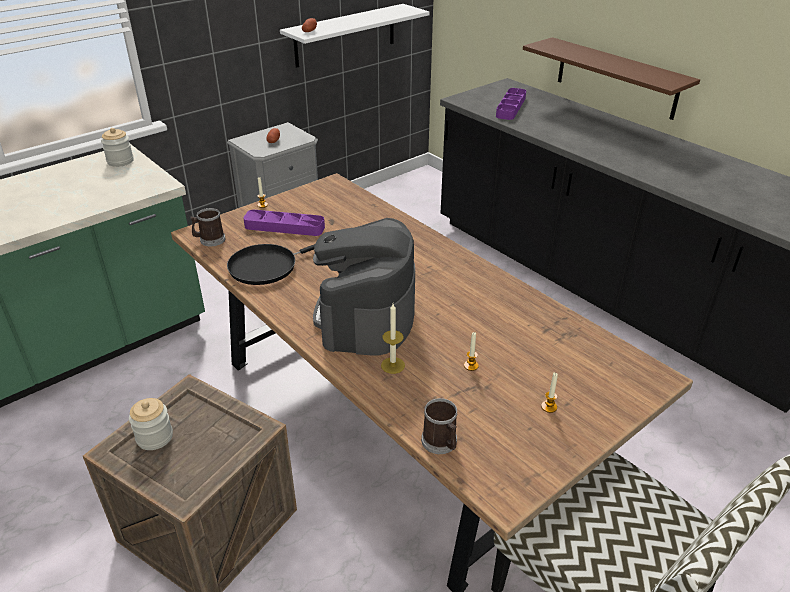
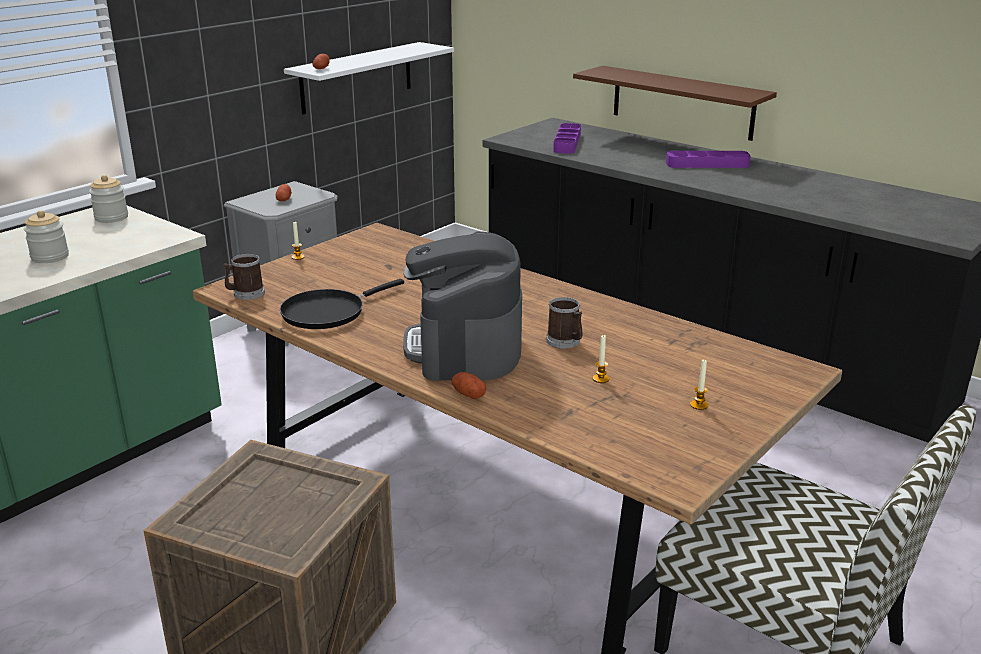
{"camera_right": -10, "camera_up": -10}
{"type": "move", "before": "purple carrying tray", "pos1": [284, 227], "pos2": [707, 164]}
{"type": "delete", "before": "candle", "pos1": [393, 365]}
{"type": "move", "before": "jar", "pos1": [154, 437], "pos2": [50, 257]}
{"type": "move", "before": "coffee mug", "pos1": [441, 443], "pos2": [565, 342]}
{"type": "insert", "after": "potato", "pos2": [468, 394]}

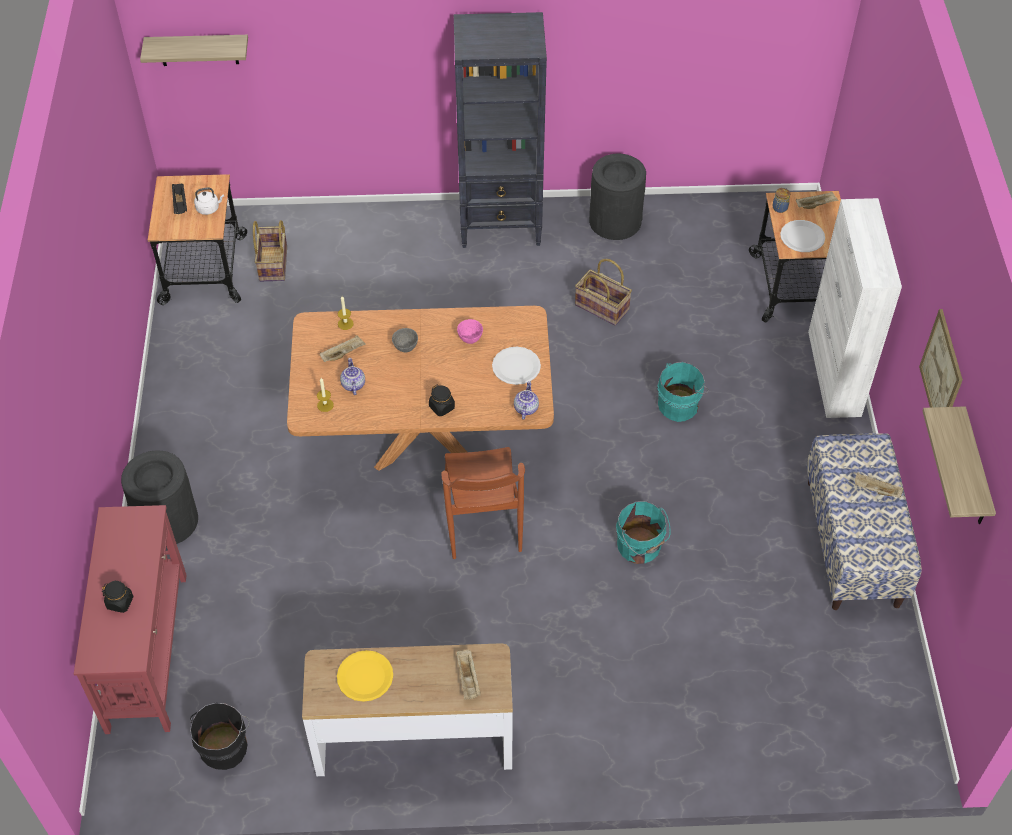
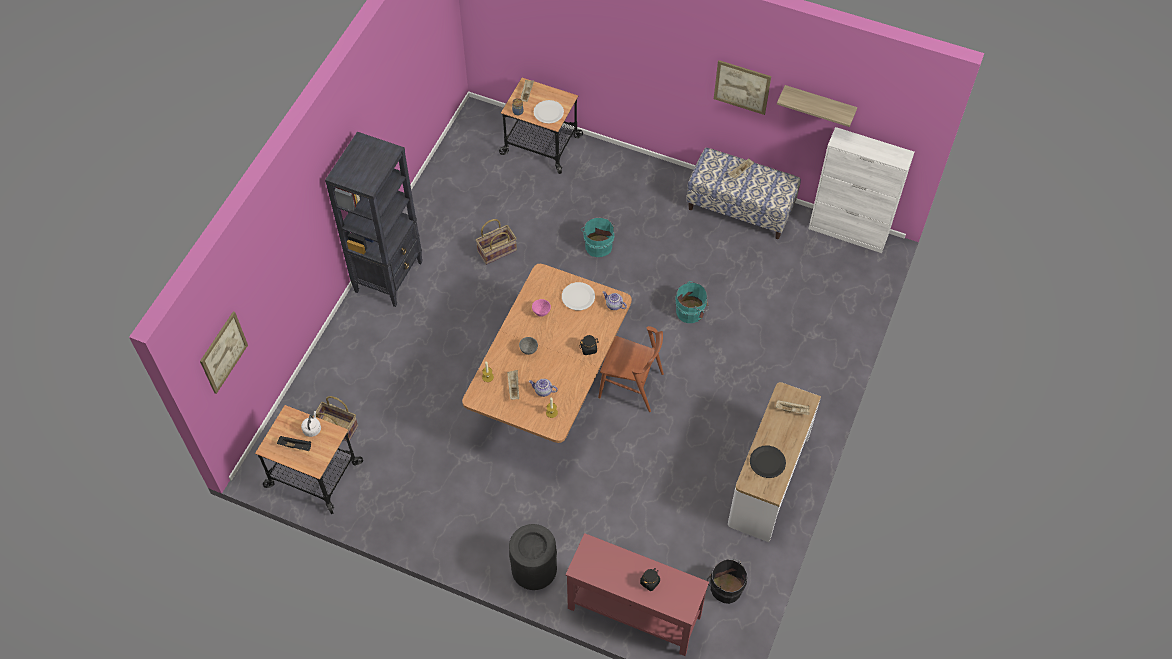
{"camera_right": -65, "camera_up": 5}
{"type": "replace", "before": "wall shelf", "after": "wall picture", "pos1": [198, 50], "pos2": [223, 352]}
{"type": "delete", "before": "black-coloured waste bin", "pos1": [615, 221]}
{"type": "move", "before": "white cabinet", "pos1": [834, 374], "pos2": [848, 232]}
{"type": "recolor", "before": "yellowish flat dish", "after": "black-coloured flat dish", "pos1": [365, 676], "pos2": [767, 462]}

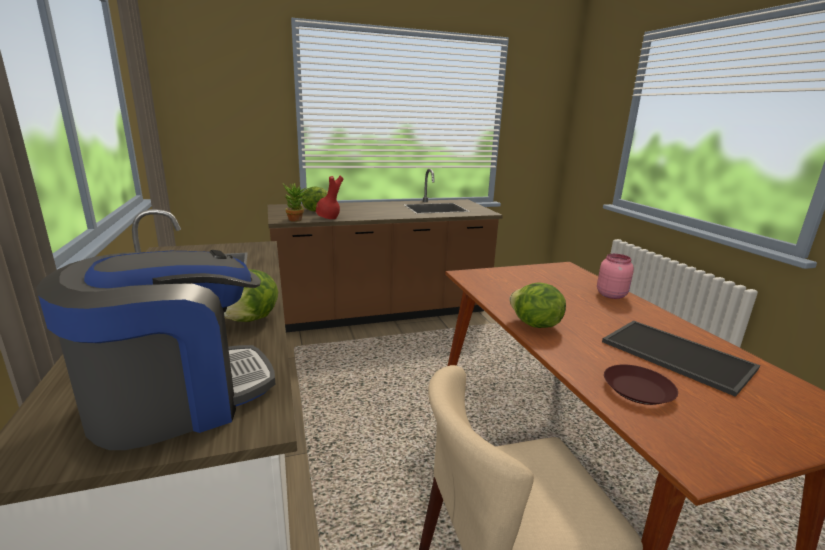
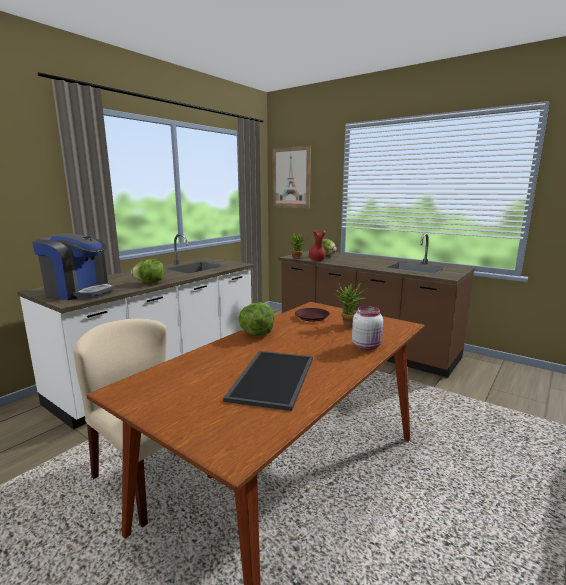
{"camera_right": 55, "camera_up": -5}
{"type": "recolor", "before": "pink jar", "after": "white jar", "pos1": [611, 295], "pos2": [367, 346]}
{"type": "move", "before": "brown-coloured flat dish", "pos1": [637, 390], "pos2": [311, 317]}
{"type": "insert", "after": "wall picture", "pos2": [291, 177]}
{"type": "insert", "after": "houseplant", "pos2": [348, 325]}

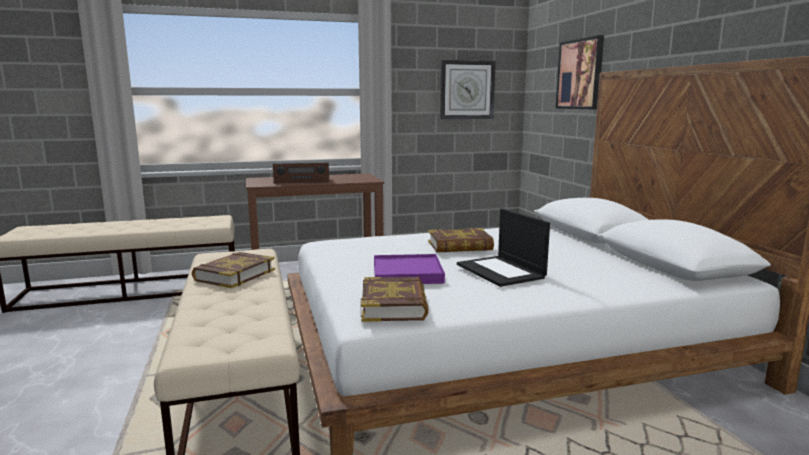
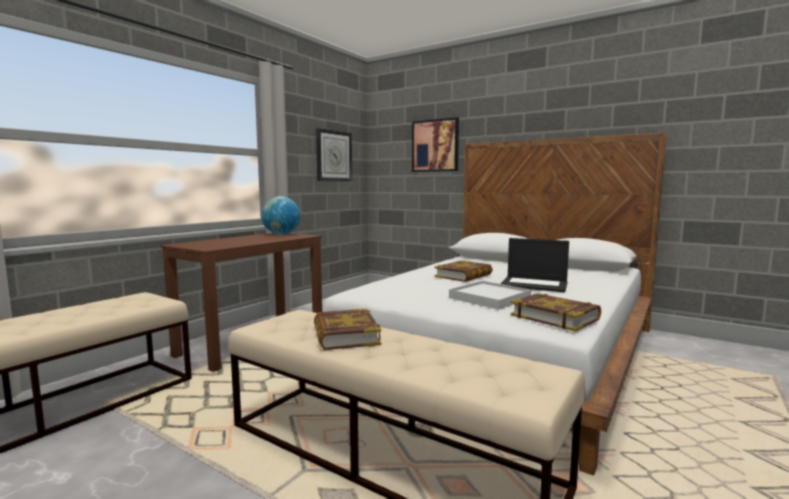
{"camera_right": -40, "camera_up": -5}
{"type": "delete", "before": "radio", "pos1": [302, 180]}
{"type": "recolor", "before": "purple carrying tray", "after": "white carrying tray", "pos1": [407, 273], "pos2": [489, 298]}
{"type": "insert", "after": "globe", "pos2": [281, 234]}

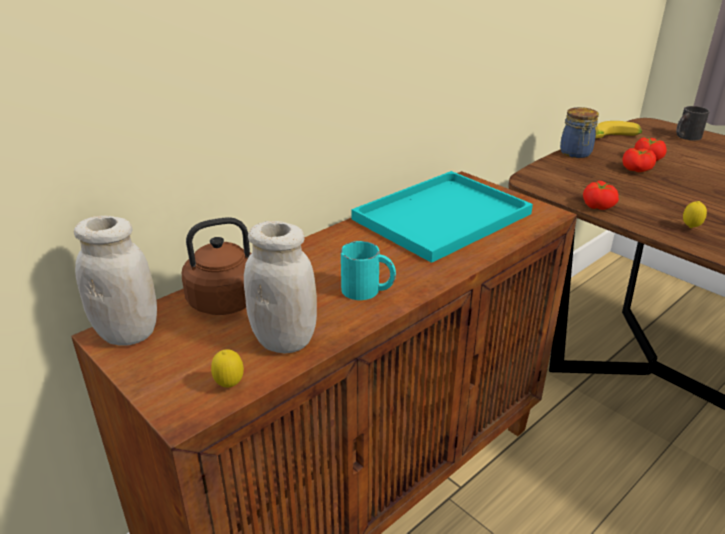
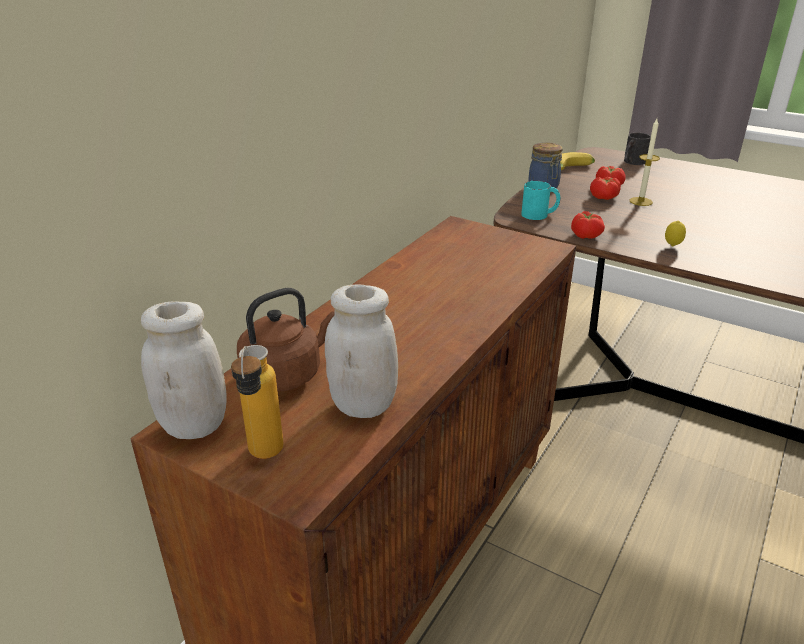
{"camera_right": -15, "camera_up": 0}
{"type": "delete", "before": "turquoise-coloured carrying tray", "pos1": [443, 215]}
{"type": "move", "before": "turquoise-coloured coffee mug", "pos1": [368, 290], "pos2": [540, 214]}
{"type": "delete", "before": "lemon", "pos1": [229, 386]}
{"type": "insert", "after": "candle", "pos2": [641, 201]}
{"type": "insert", "after": "bottle", "pos2": [264, 458]}

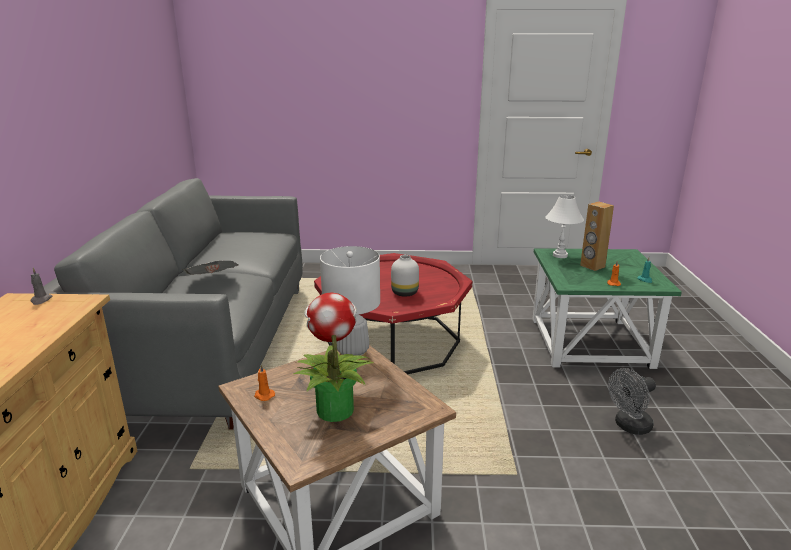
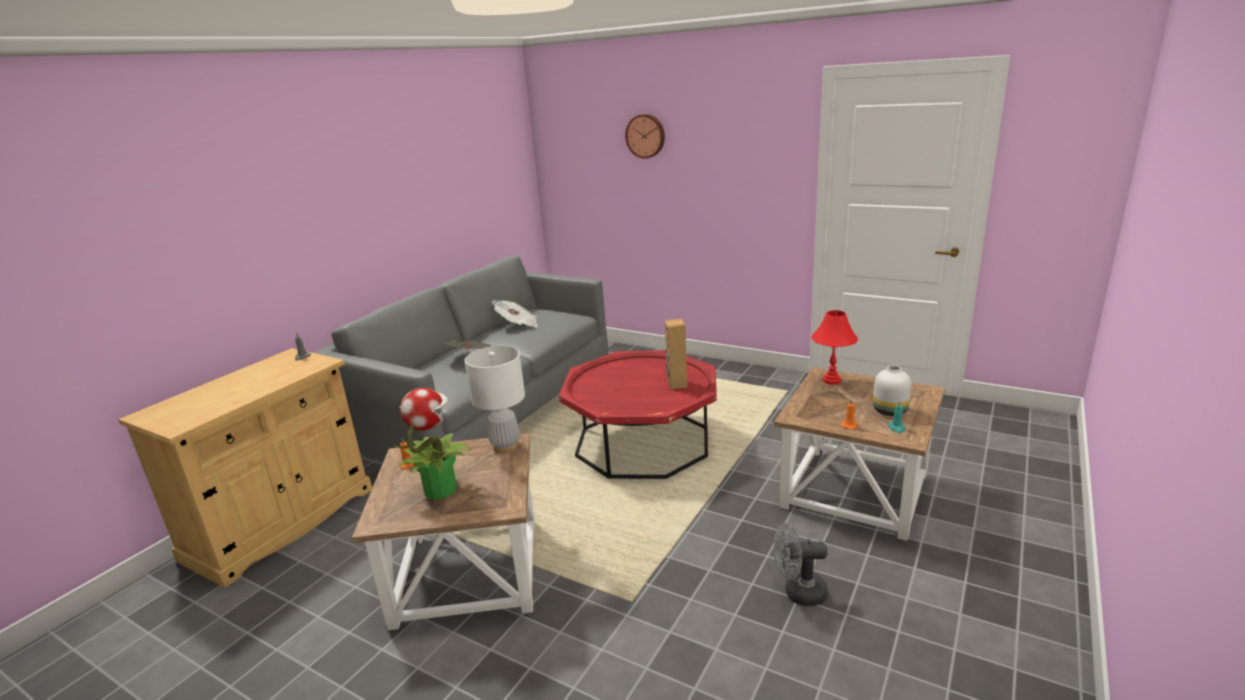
{"camera_right": 30, "camera_up": 0}
{"type": "recolor", "before": "white lamp for a table", "after": "reddish lamp for a table", "pos1": [559, 255], "pos2": [831, 380]}
{"type": "move", "before": "brown-coloured audio speaker", "pos1": [592, 266], "pos2": [676, 384]}
{"type": "recolor", "before": "green-coloured end table", "after": "brown-coloured end table", "pos1": [591, 342], "pos2": [857, 490]}
{"type": "move", "before": "white vase", "pos1": [404, 292], "pos2": [890, 410]}
{"type": "insert", "after": "hanging clock", "pos2": [646, 136]}
{"type": "insert", "after": "printed paper", "pos2": [518, 325]}

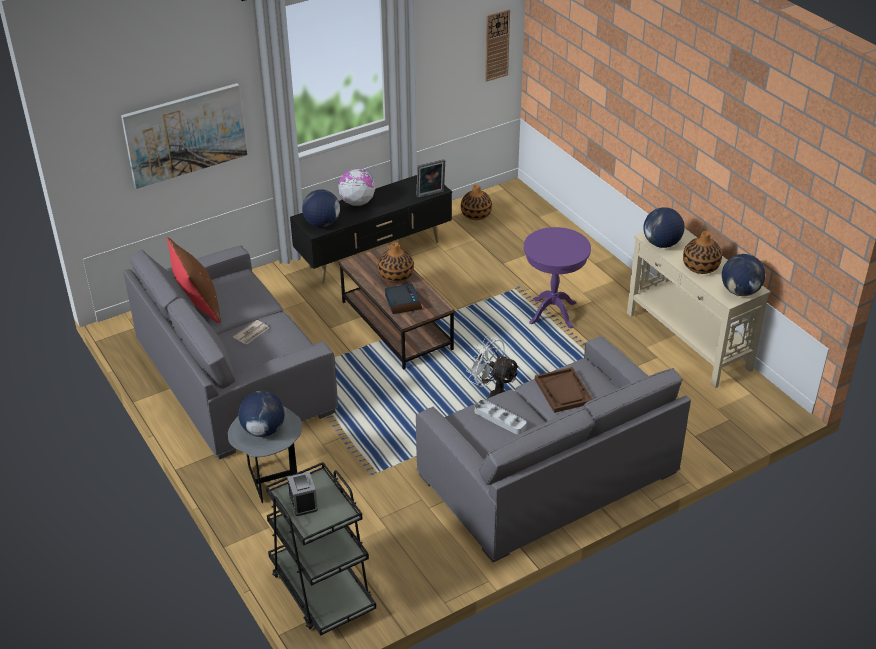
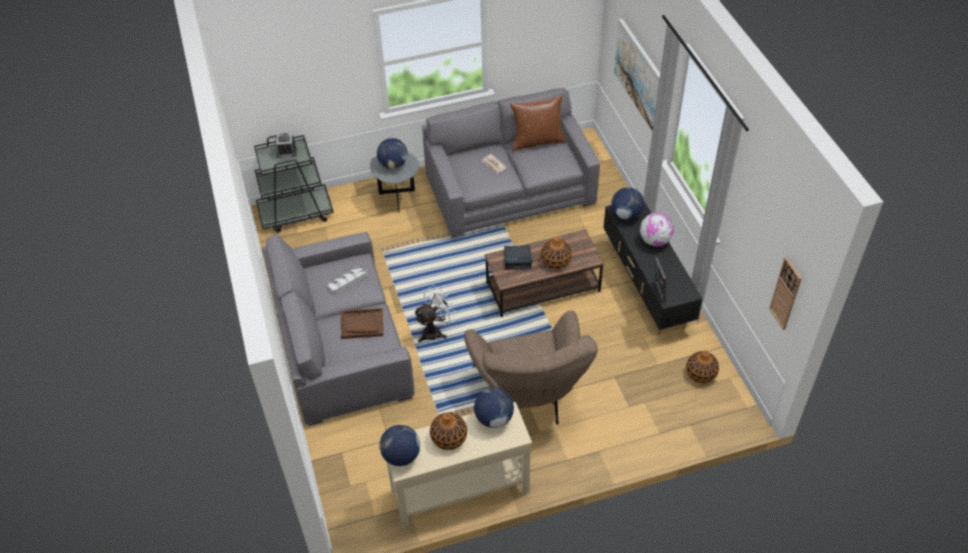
{"camera_right": 105, "camera_up": 10}
{"type": "replace", "before": "purple end table", "after": "brown-coloured easy chair", "pos1": [553, 313], "pos2": [530, 396]}

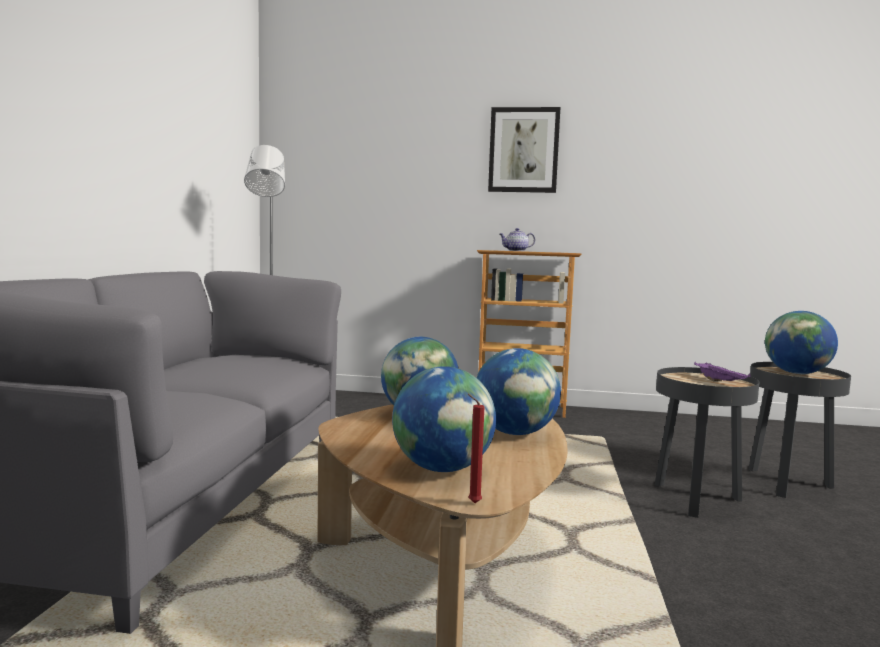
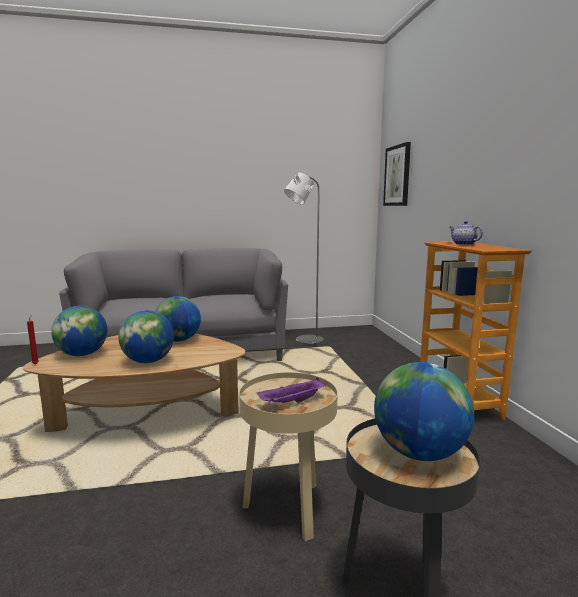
{"camera_right": 70, "camera_up": 5}
{"type": "move", "before": "wall picture", "pos1": [523, 150], "pos2": [397, 176]}
{"type": "recolor", "before": "black-coloured end table", "after": "beige-coloured end table", "pos1": [696, 499], "pos2": [288, 508]}

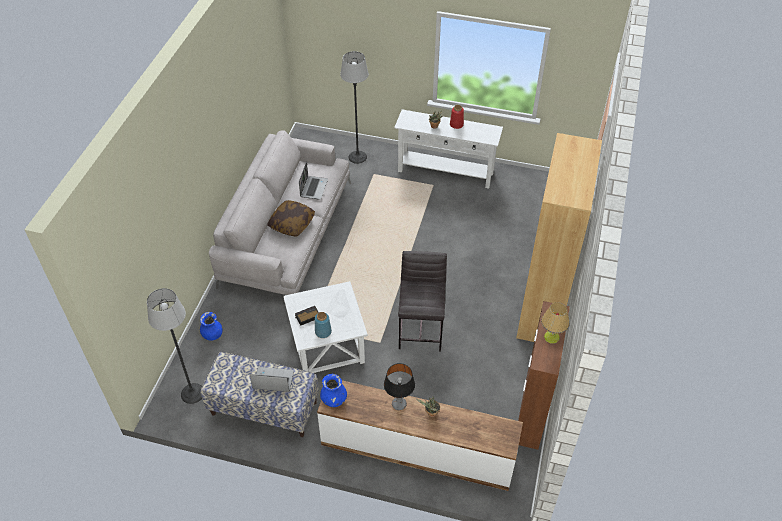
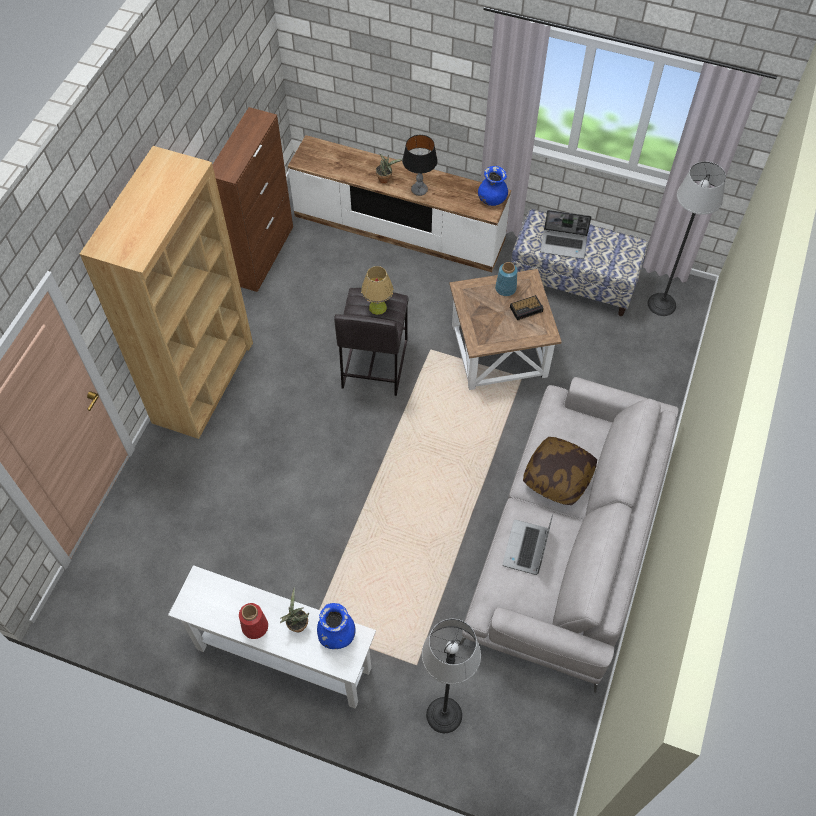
{"camera_right": -175, "camera_up": 10}
{"type": "recolor", "before": "white end table", "after": "brown-coloured end table", "pos1": [326, 346], "pos2": [500, 349]}
{"type": "move", "before": "lamp for a table", "pos1": [551, 337], "pos2": [378, 307]}
{"type": "move", "before": "blue vase", "pos1": [212, 335], "pos2": [337, 634]}

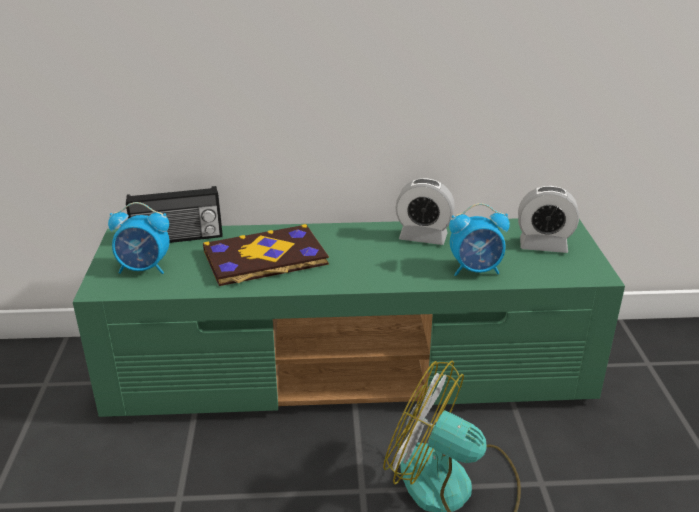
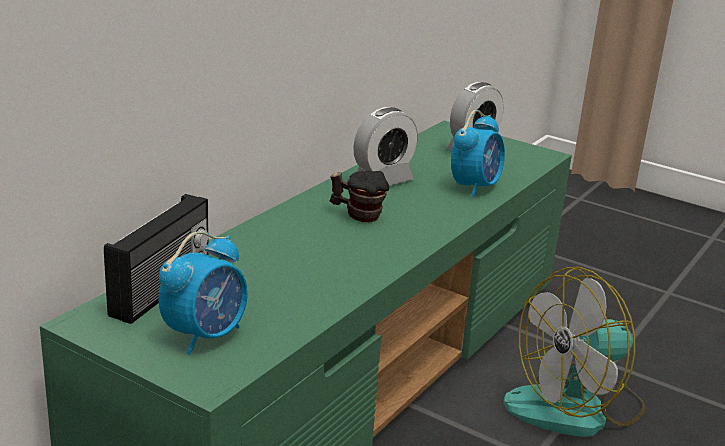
{"camera_right": -55, "camera_up": -5}
{"type": "delete", "before": "book", "pos1": [265, 259]}
{"type": "insert", "after": "coffee mug", "pos2": [358, 215]}

